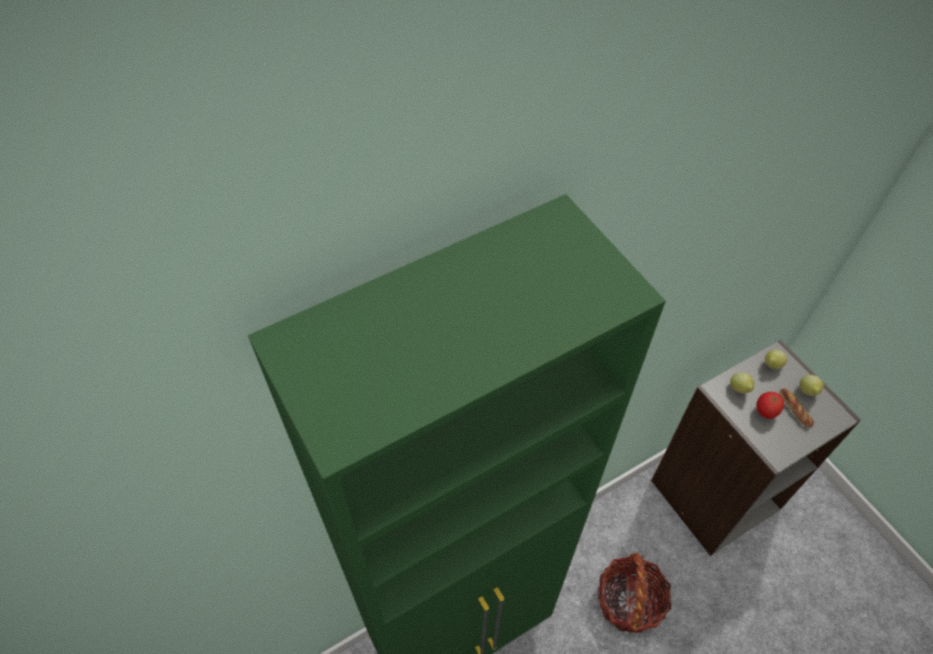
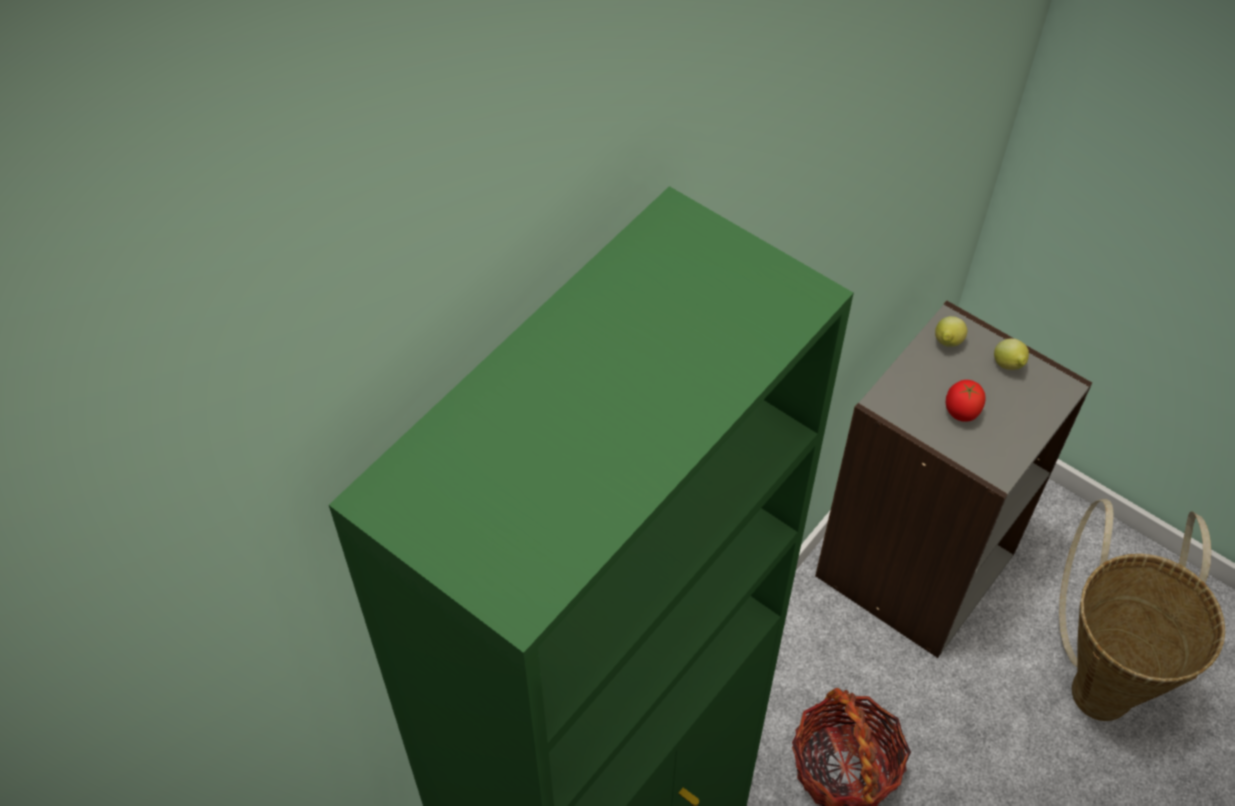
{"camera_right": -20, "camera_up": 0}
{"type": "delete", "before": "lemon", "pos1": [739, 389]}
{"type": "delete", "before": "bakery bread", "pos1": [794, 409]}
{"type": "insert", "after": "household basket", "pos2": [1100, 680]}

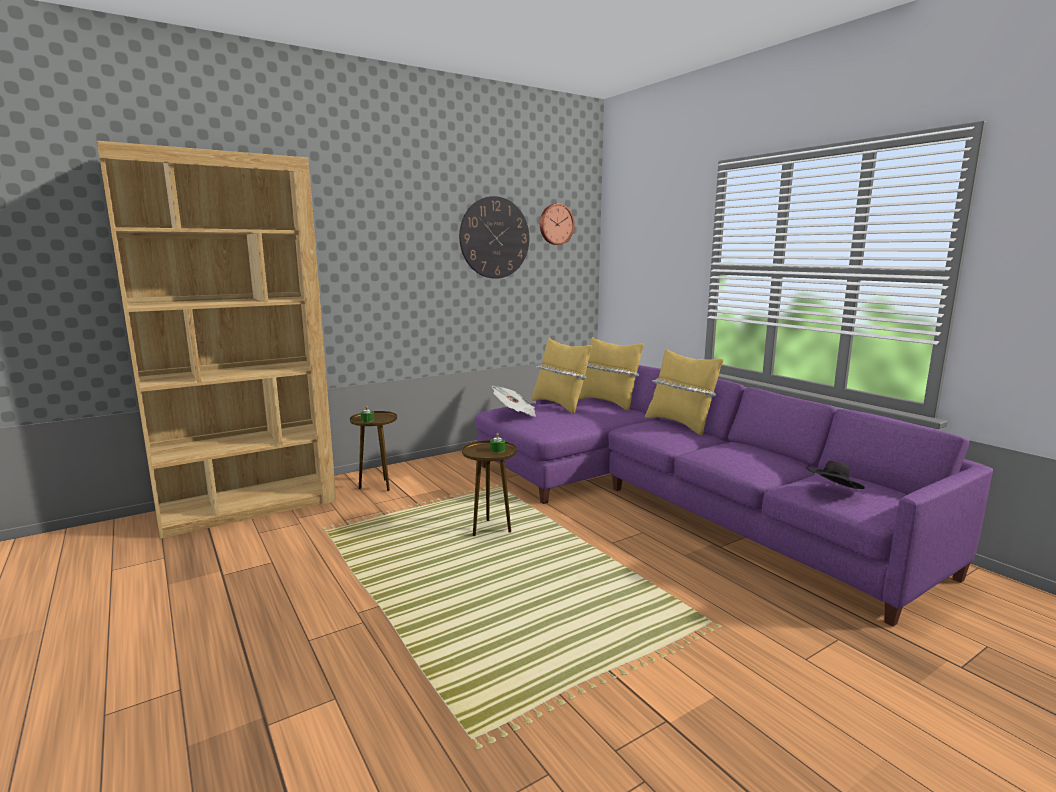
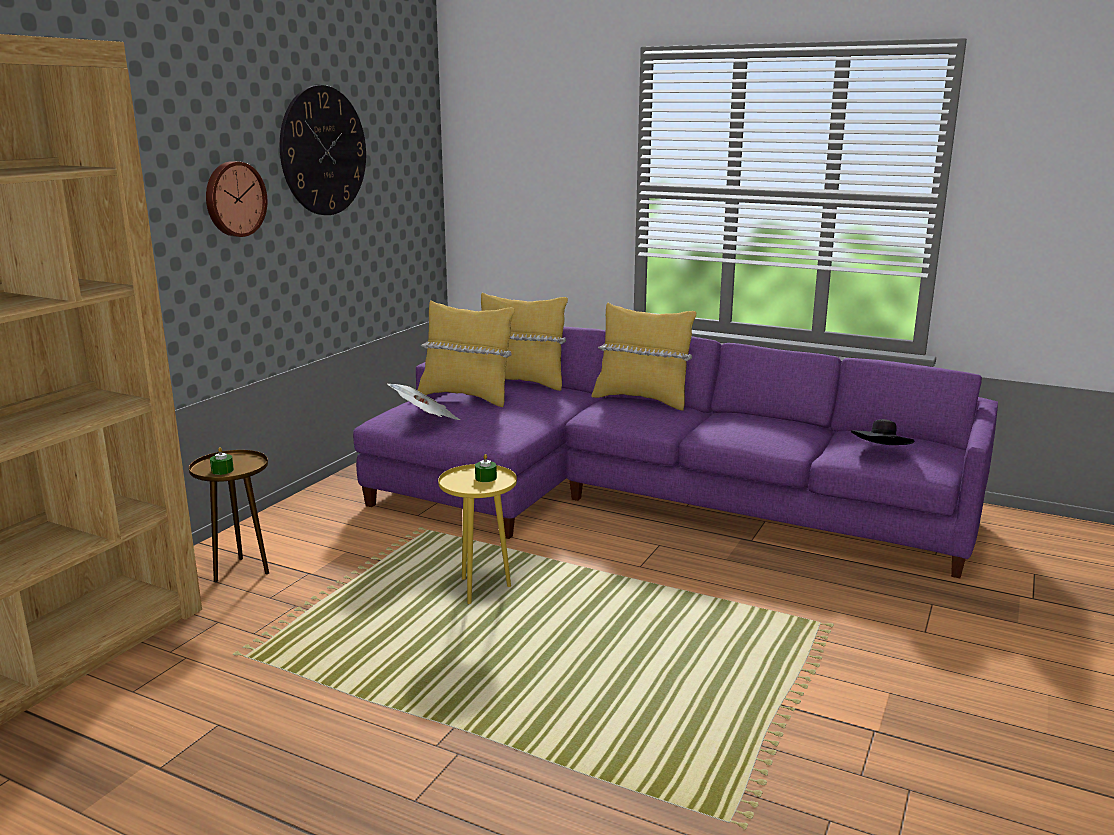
{"camera_right": -30, "camera_up": 5}
{"type": "move", "before": "hanging clock", "pos1": [555, 224], "pos2": [234, 199]}
{"type": "recolor", "before": "brown-coloured end table", "after": "yellowish end table", "pos1": [490, 529], "pos2": [480, 589]}

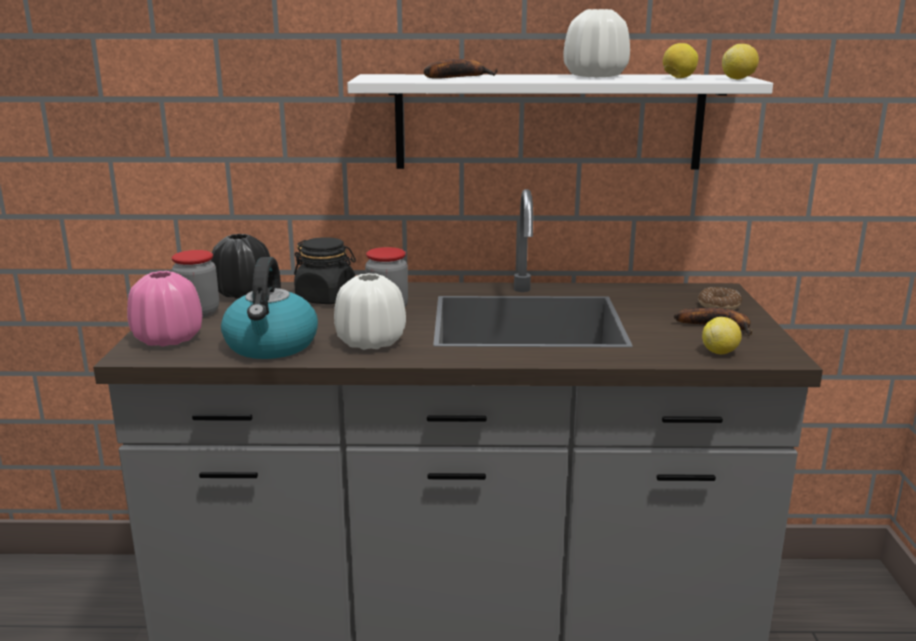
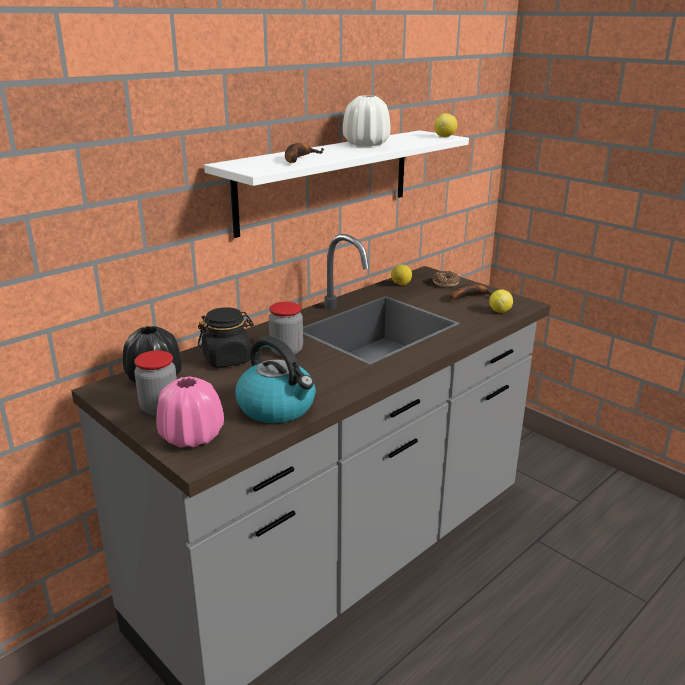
{"camera_right": -45, "camera_up": 5}
{"type": "move", "before": "lemon", "pos1": [678, 78], "pos2": [401, 284]}
{"type": "delete", "before": "white vase", "pos1": [370, 342]}

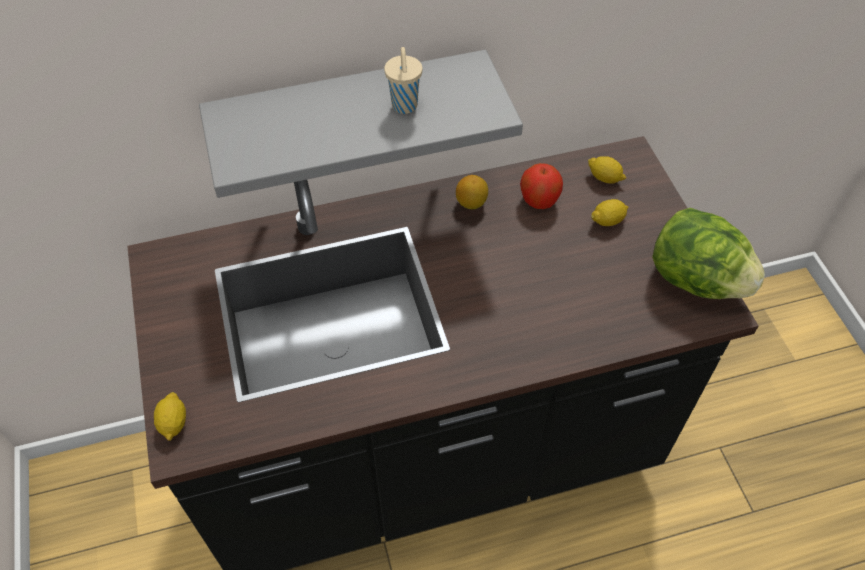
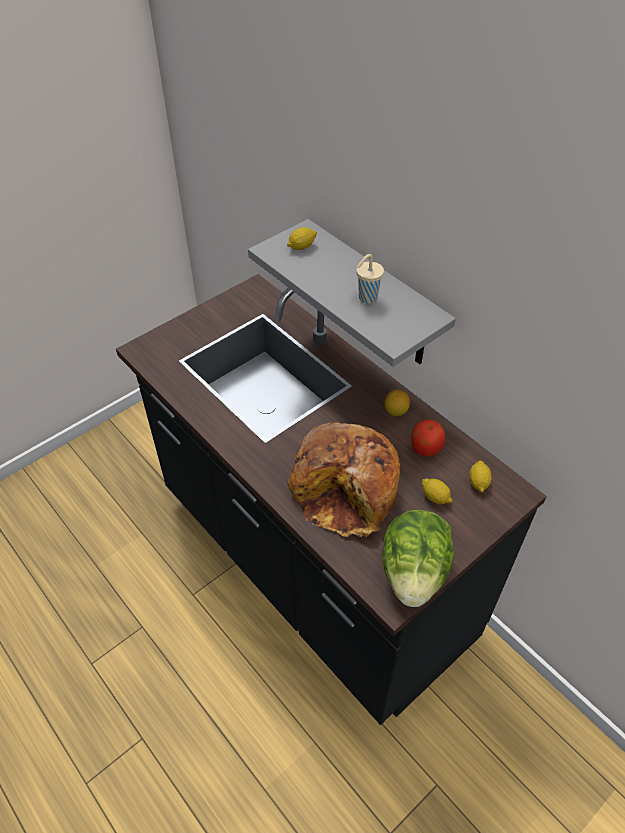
{"camera_right": 65, "camera_up": -5}
{"type": "move", "before": "lemon", "pos1": [173, 423], "pos2": [301, 246]}
{"type": "insert", "after": "bakery bread", "pos2": [347, 489]}

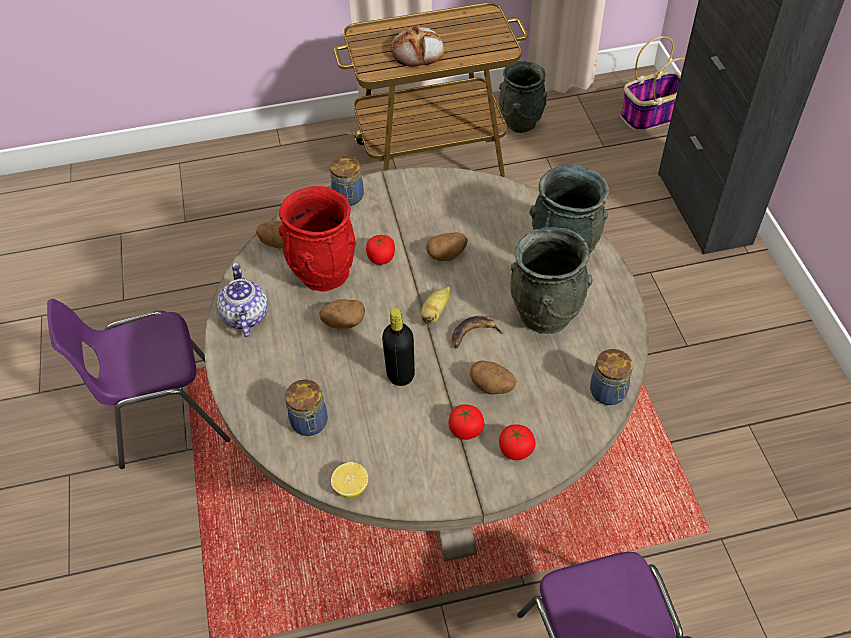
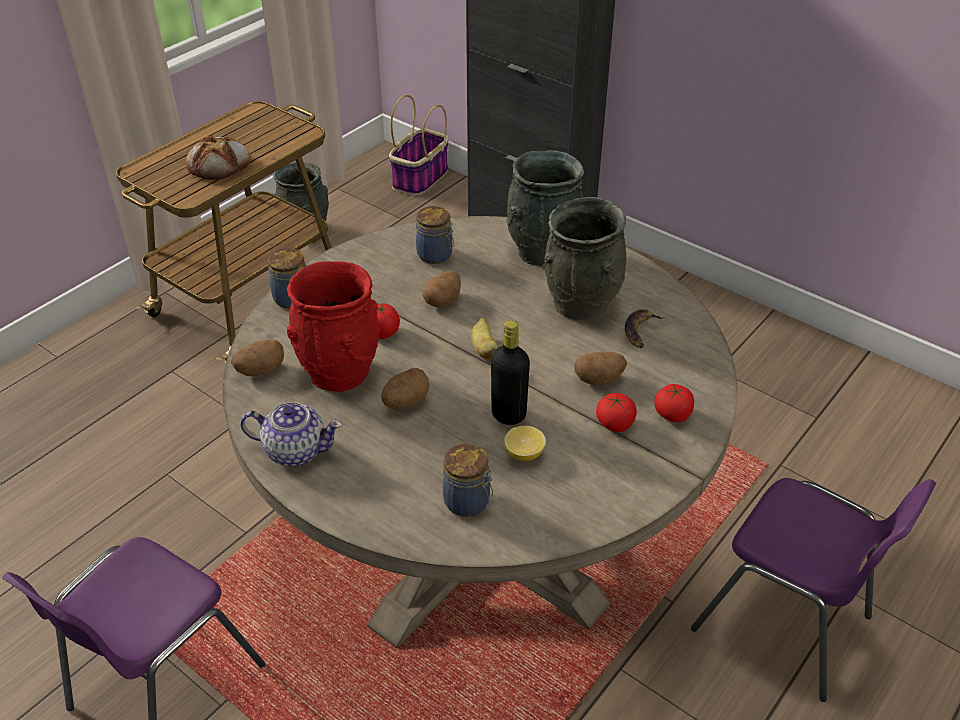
{"camera_right": -40, "camera_up": -10}
{"type": "rotate", "before": "teapot", "pos1": [245, 316], "pos2": [295, 450], "turn": 150}
{"type": "move", "before": "whole banana", "pos1": [473, 334], "pos2": [641, 331]}
{"type": "move", "before": "jar", "pos1": [608, 393], "pos2": [436, 255]}
{"type": "move", "before": "lemon", "pos1": [351, 487], "pos2": [524, 454]}

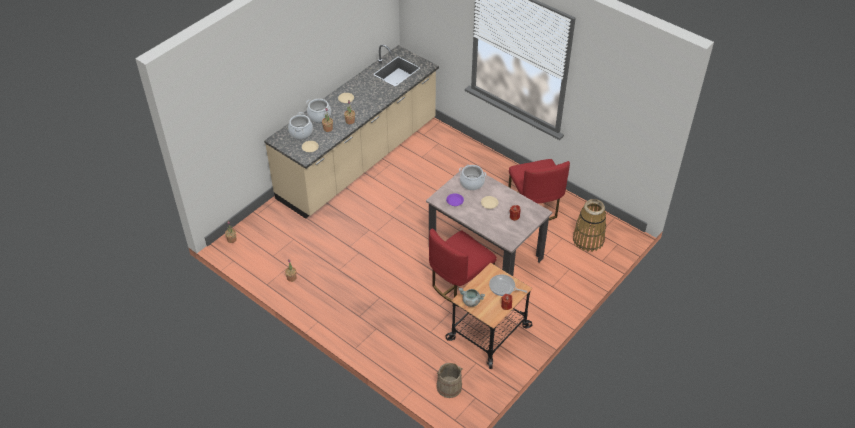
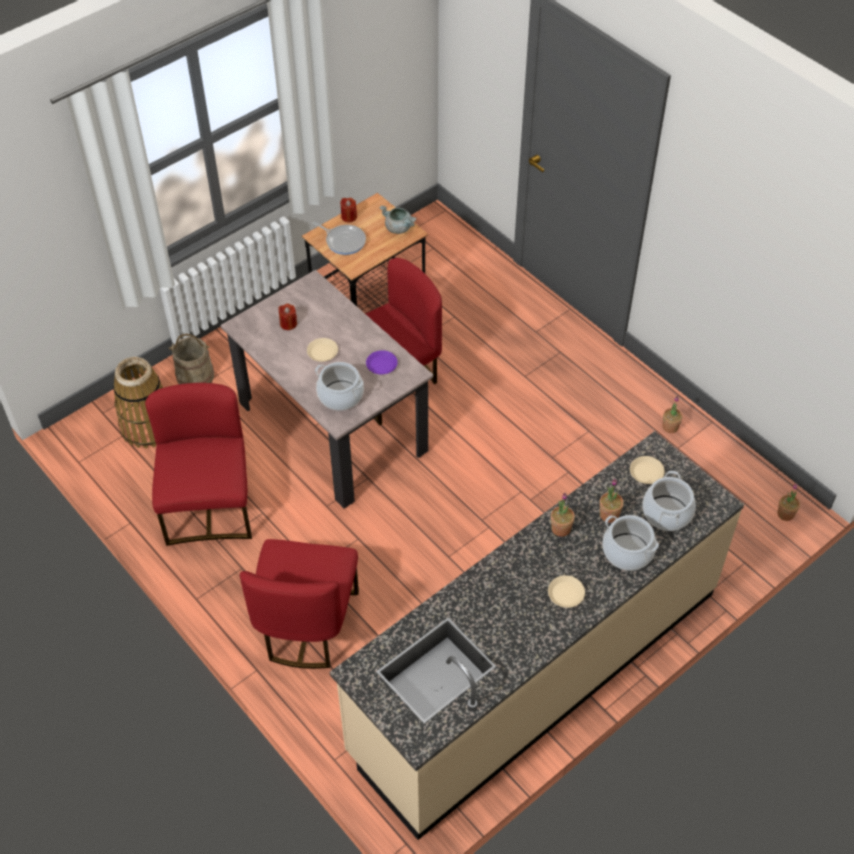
{"camera_right": -170, "camera_up": 5}
{"type": "move", "before": "beige-coloured pail", "pos1": [449, 387], "pos2": [195, 375]}
{"type": "insert", "after": "reddish chair", "pos2": [307, 625]}

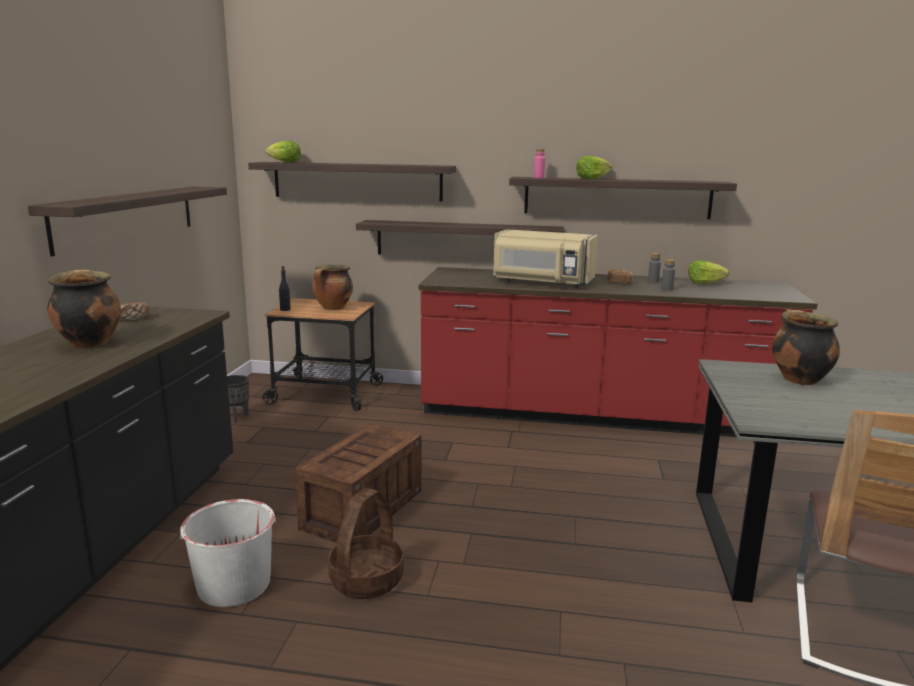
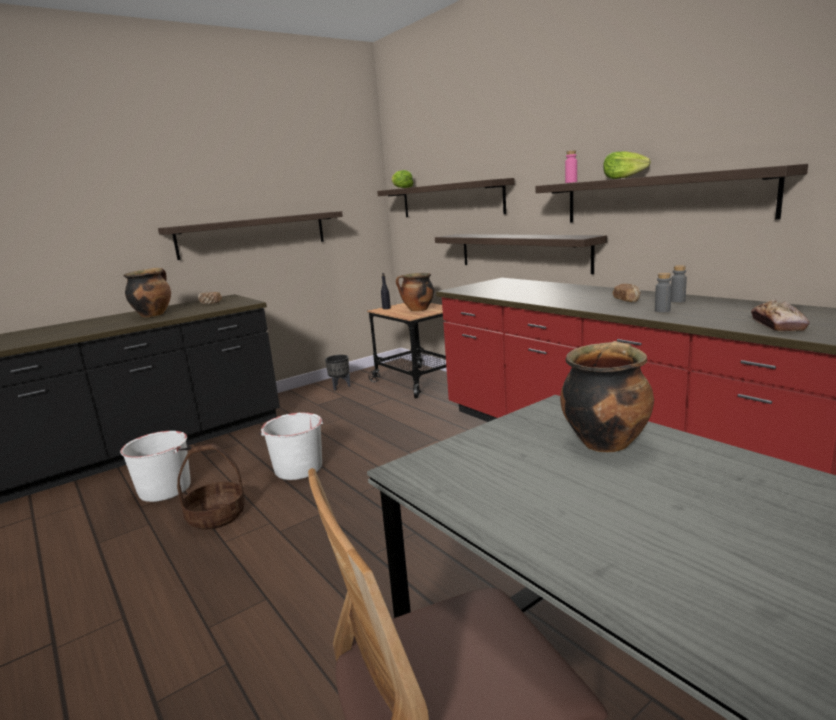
{"camera_right": 45, "camera_up": 0}
{"type": "delete", "before": "beige-coloured kitchen microwave", "pos1": [541, 282]}
{"type": "delete", "before": "head of lettuce", "pos1": [704, 283]}
{"type": "replace", "before": "crate", "after": "white pail", "pos1": [364, 508], "pos2": [298, 468]}
{"type": "insert", "after": "bakery bread", "pos2": [778, 325]}

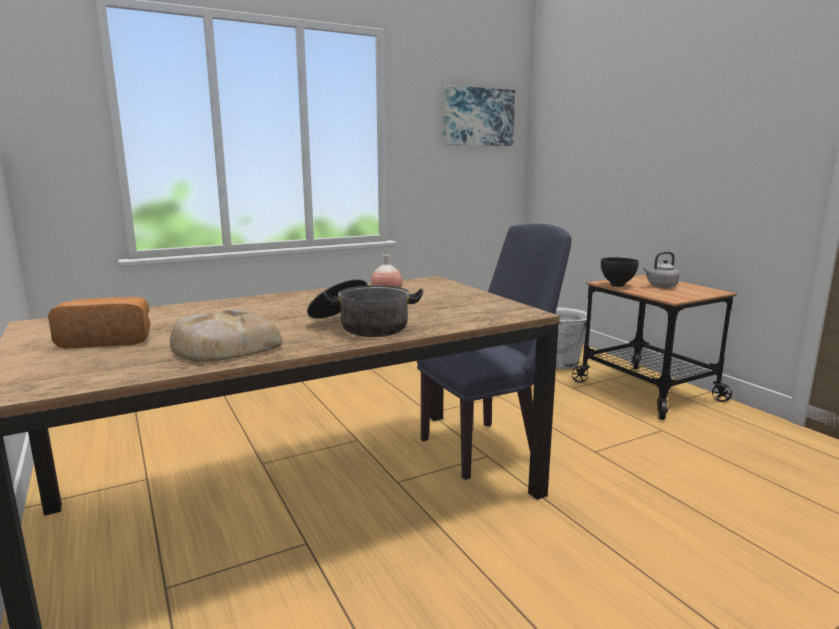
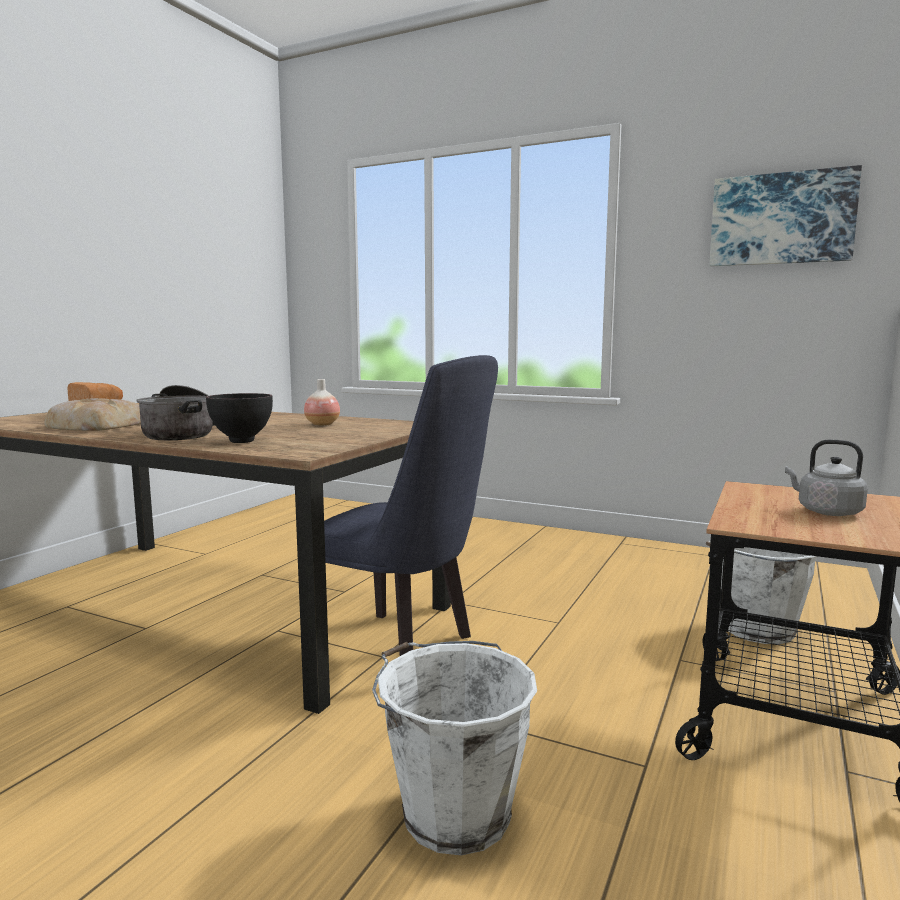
{"camera_right": 55, "camera_up": -5}
{"type": "move", "before": "black-coloured deep dish", "pos1": [617, 285], "pos2": [243, 441]}
{"type": "insert", "after": "white pail", "pos2": [453, 812]}

